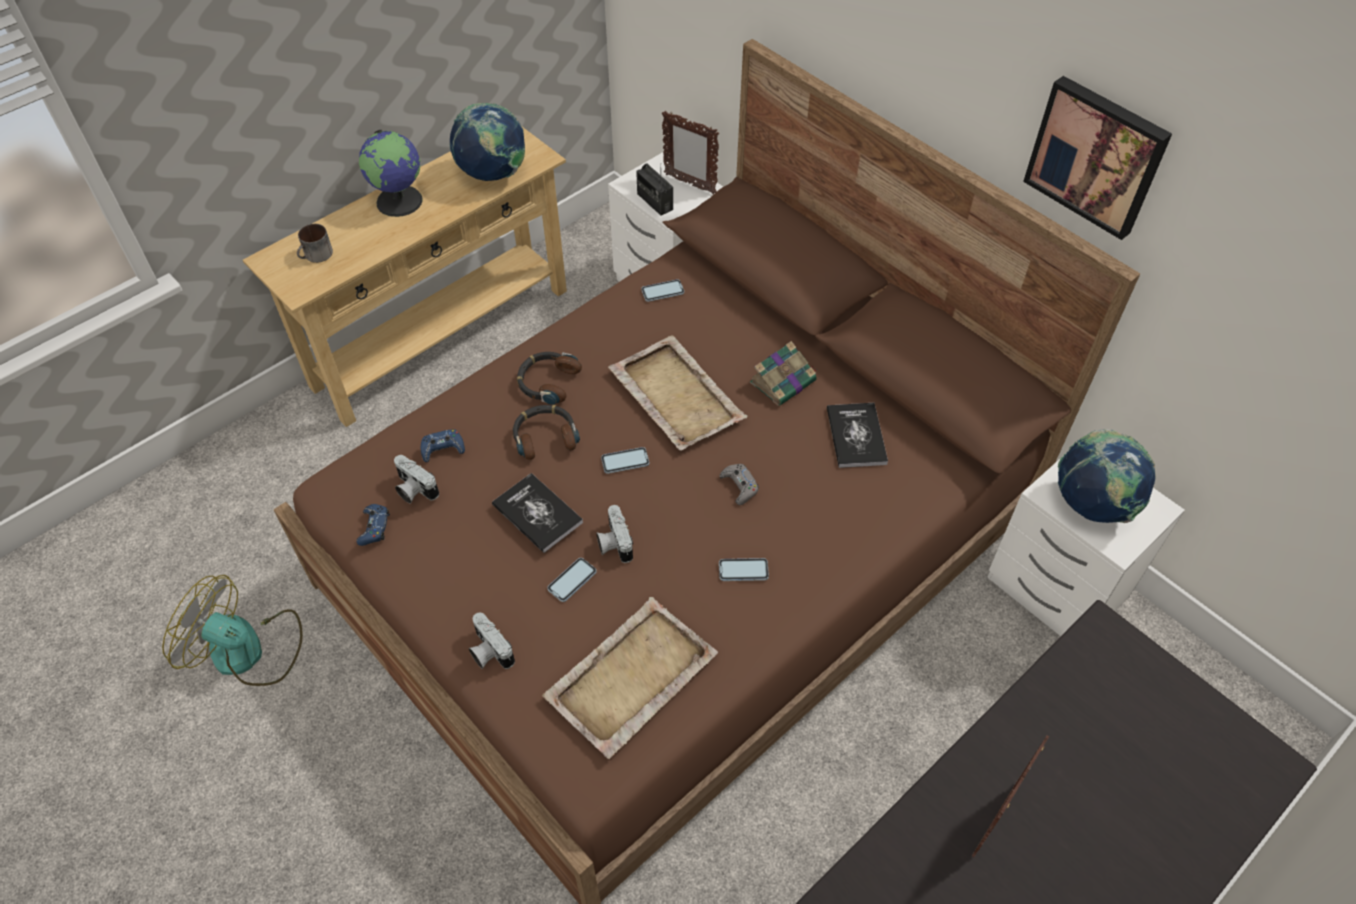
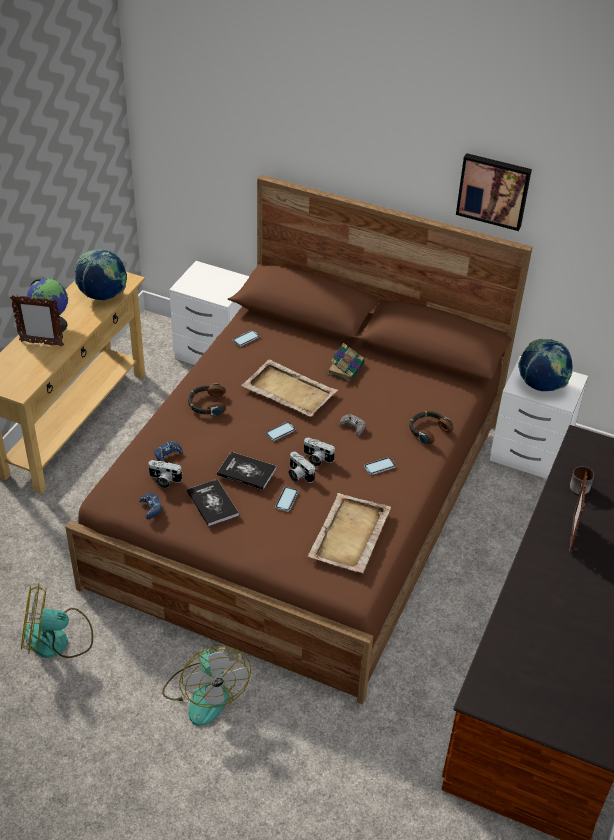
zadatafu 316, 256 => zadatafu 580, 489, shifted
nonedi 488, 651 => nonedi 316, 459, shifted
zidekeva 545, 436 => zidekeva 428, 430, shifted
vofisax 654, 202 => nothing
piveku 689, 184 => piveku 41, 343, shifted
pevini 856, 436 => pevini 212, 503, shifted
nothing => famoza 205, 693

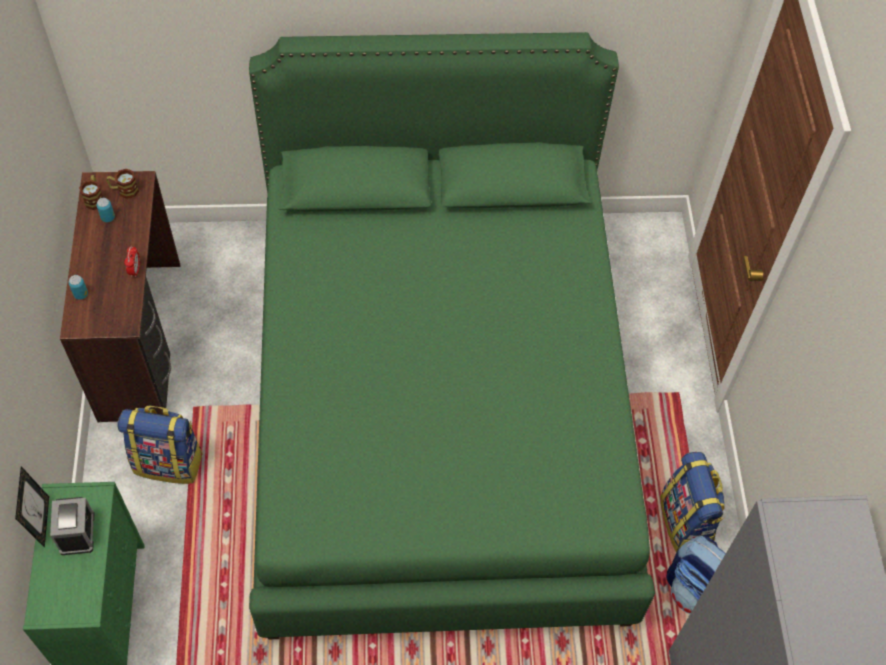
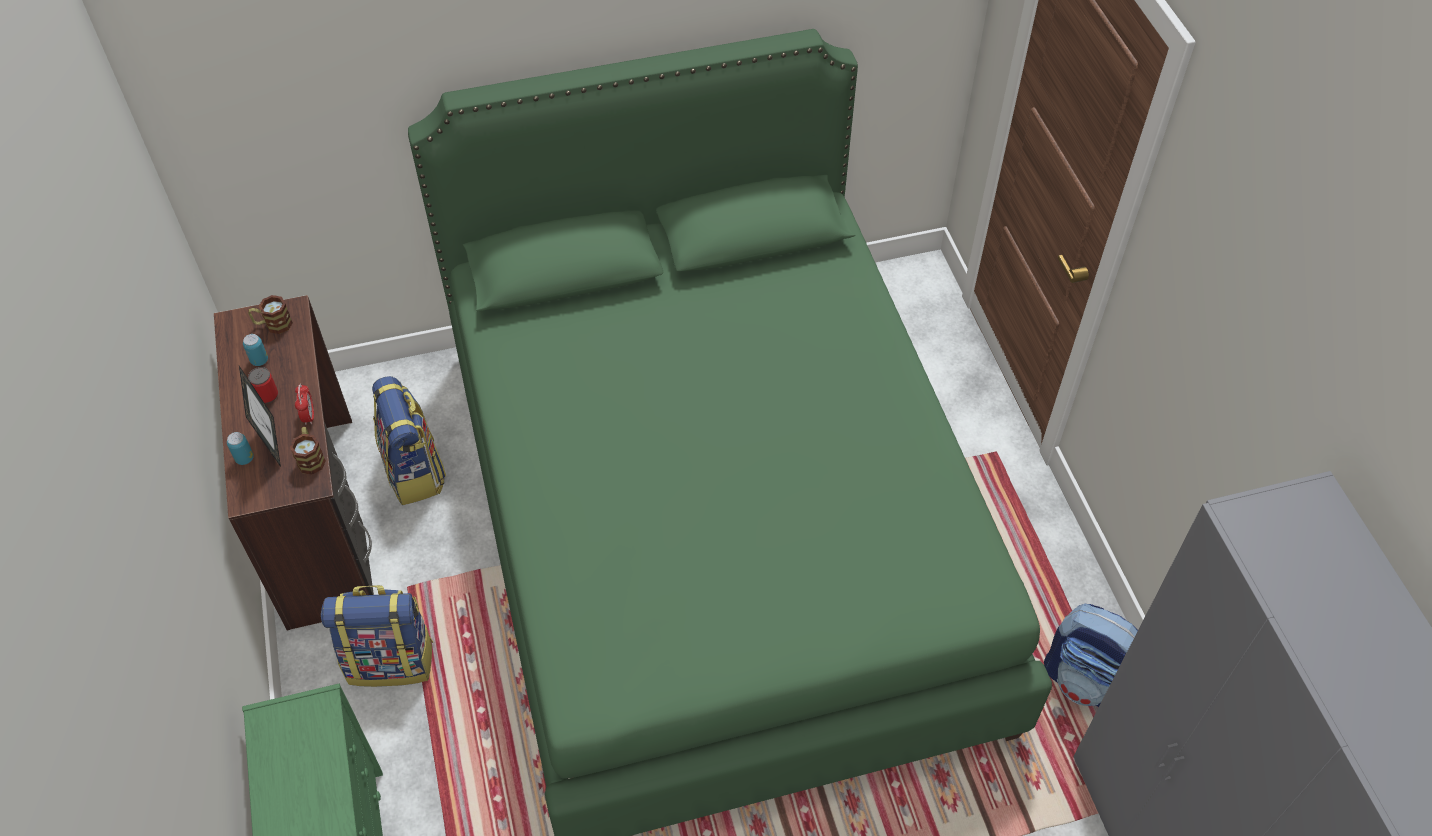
piveku 42, 522 => piveku 271, 442, shifted
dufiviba 77, 532 => nothing
zadatafu 95, 198 => zadatafu 311, 458, shifted
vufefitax 686, 522 => vufefitax 415, 471, shifted
nothing => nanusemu 267, 395

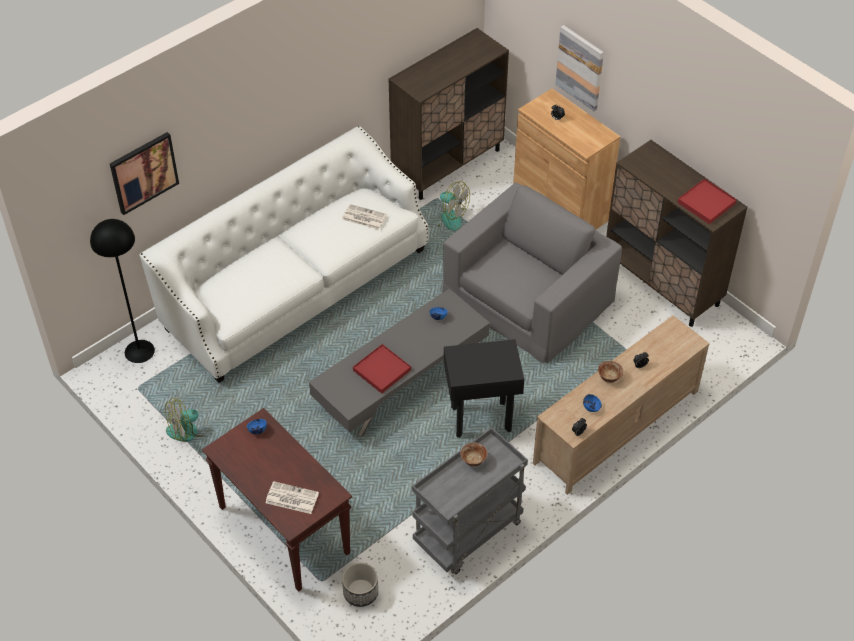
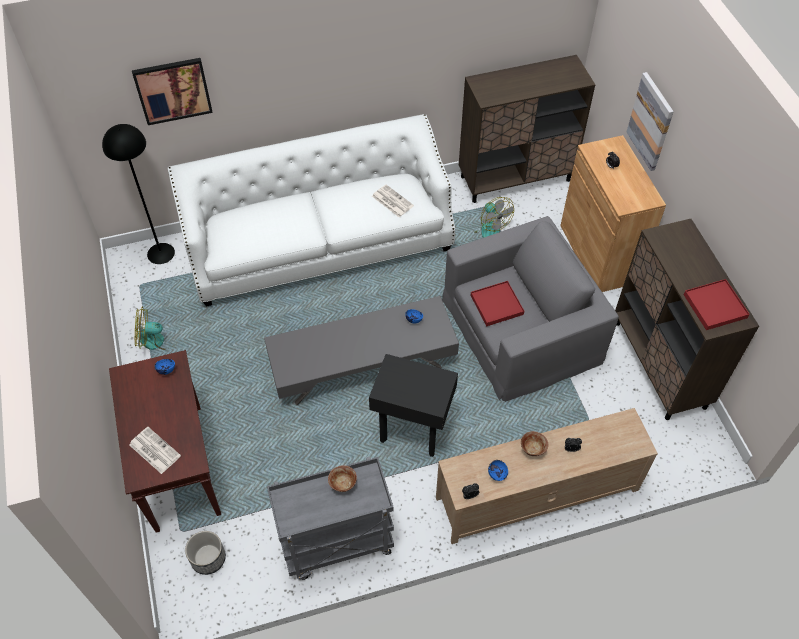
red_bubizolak 381, 370 => red_bubizolak 496, 305, shifted

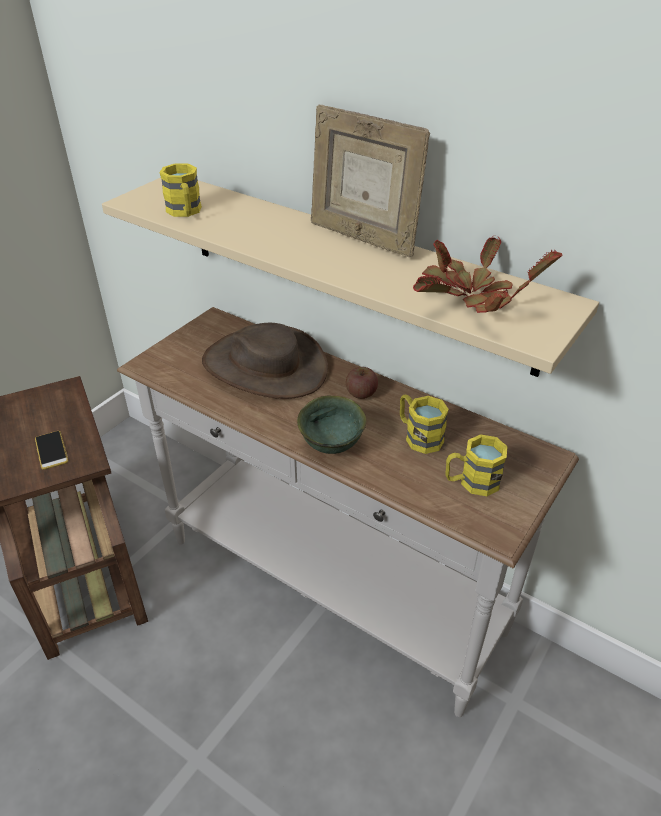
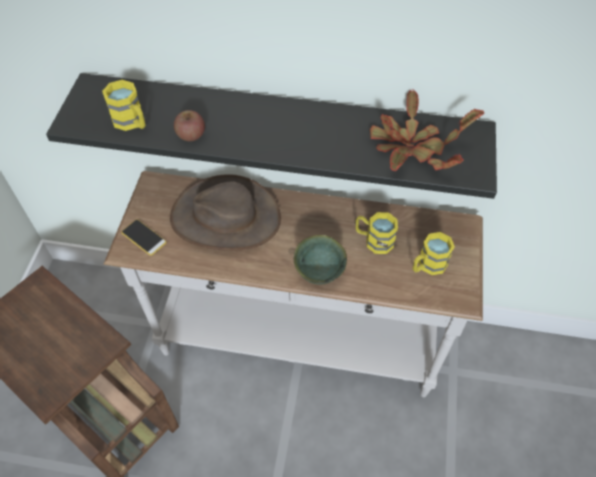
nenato 51, 450 => nenato 144, 237, shifted
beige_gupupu 351, 268 => black_gupupu 281, 125
piveku 362, 238 => nothing
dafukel 361, 393 => dafukel 191, 135, shifted

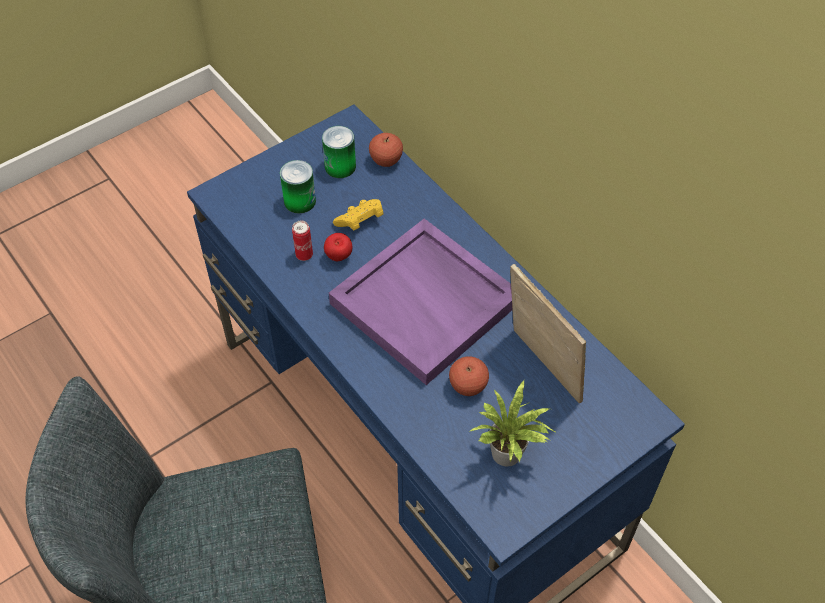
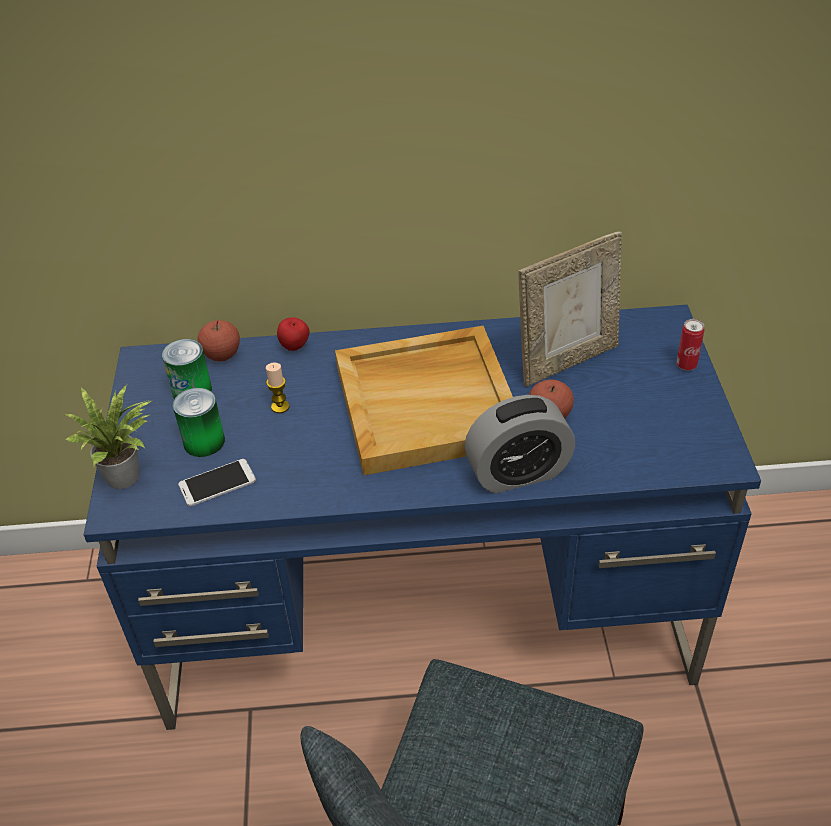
nanusemu 304, 255 => nanusemu 686, 365, shifted
dafukel 339, 257 => dafukel 295, 347, shifted
purple_bubizolak 427, 303 => beige_bubizolak 428, 403
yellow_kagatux 360, 221 => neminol 280, 407
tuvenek 509, 456 => tuvenek 127, 476, shifted
piveku 541, 368 => piveku 567, 360, 150 degrees clockwise
nothing => nenato 217, 483
nothing => dufiviba 518, 473

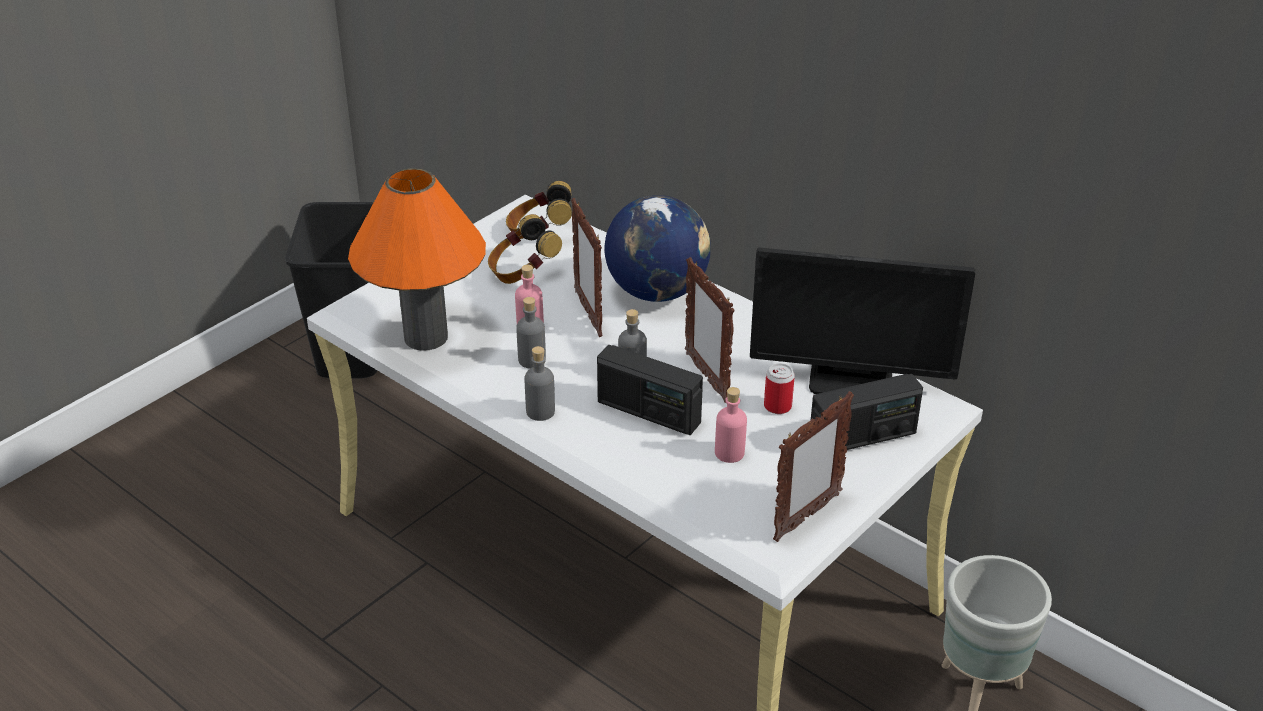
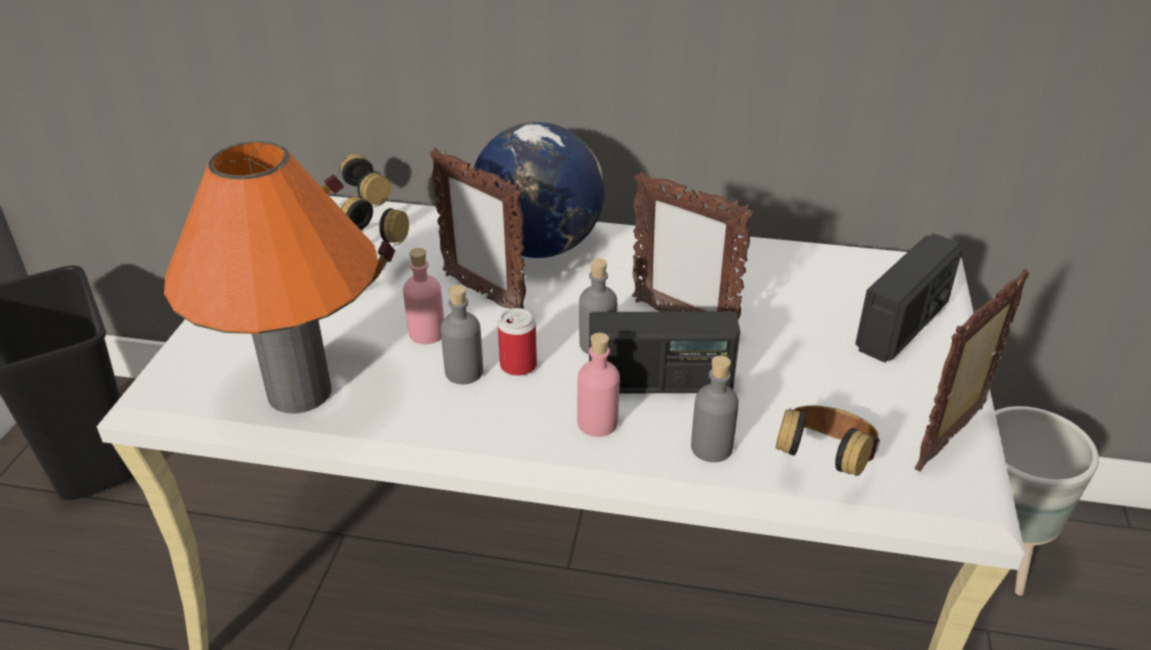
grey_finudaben 540, 411 => grey_finudaben 711, 447, shifted
pink_finudaben 729, 453 => pink_finudaben 597, 423, shifted
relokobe 851, 381 => nothing
nanusemu 777, 406 => nanusemu 518, 365, shifted
piveku 806, 517 => piveku 951, 438, 150 degrees counterclockwise
nothing => zidekeva 823, 464

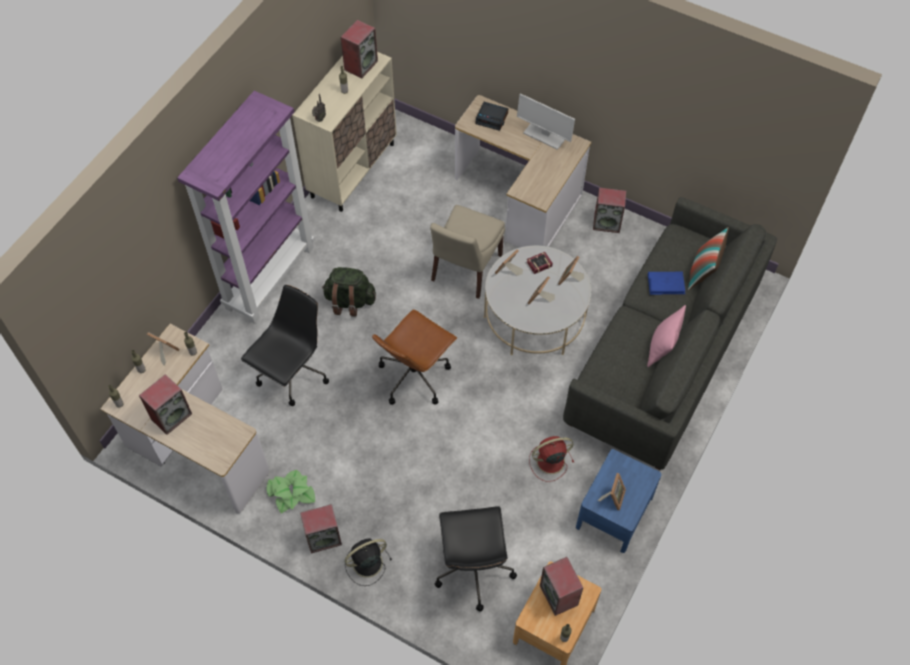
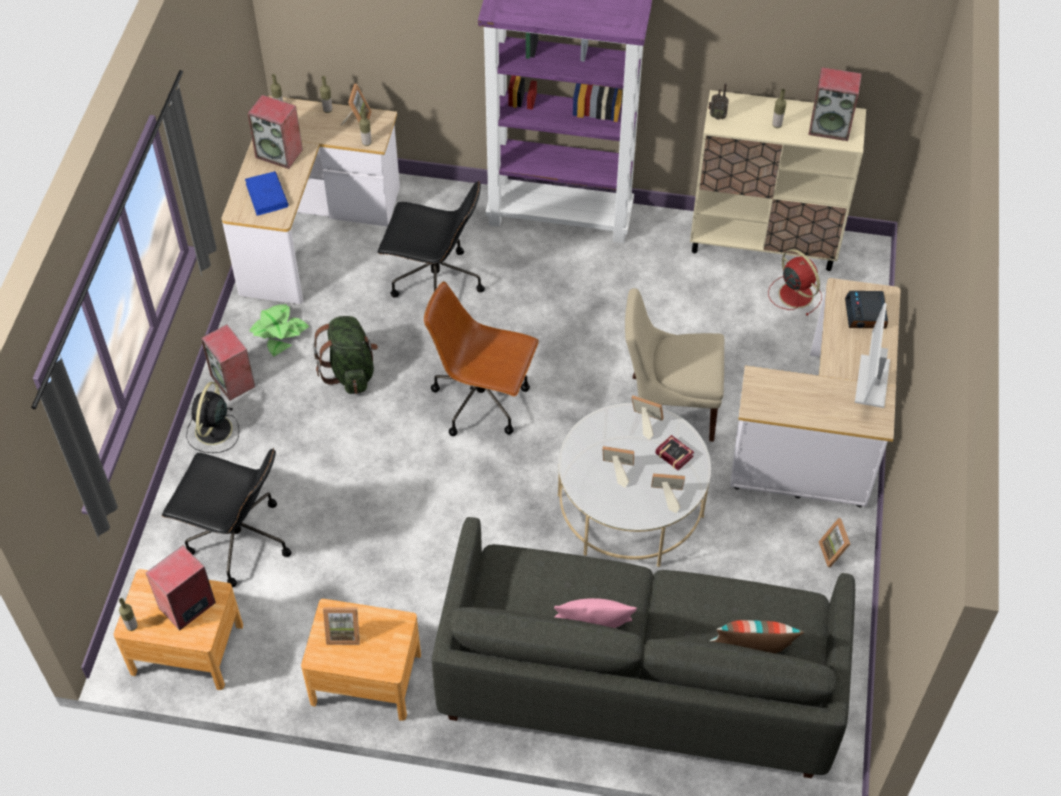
green_vufefitax 350, 301 => green_vufefitax 350, 371, shifted
black_famoza 366, 563 => black_famoza 213, 431, 120 degrees counterclockwise
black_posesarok 473, 569 => black_posesarok 238, 540, 135 degrees counterclockwise
red_famoza 549, 461 => red_famoza 794, 294, shifted
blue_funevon 614, 512 => brown_funevon 366, 678
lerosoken 607, 223 => piveku 835, 552
blue_pevini 666, 284 => blue_pevini 267, 195, shifted

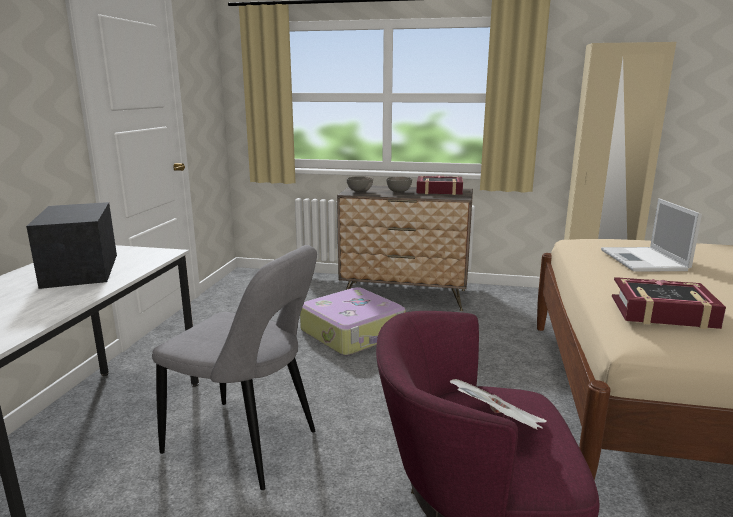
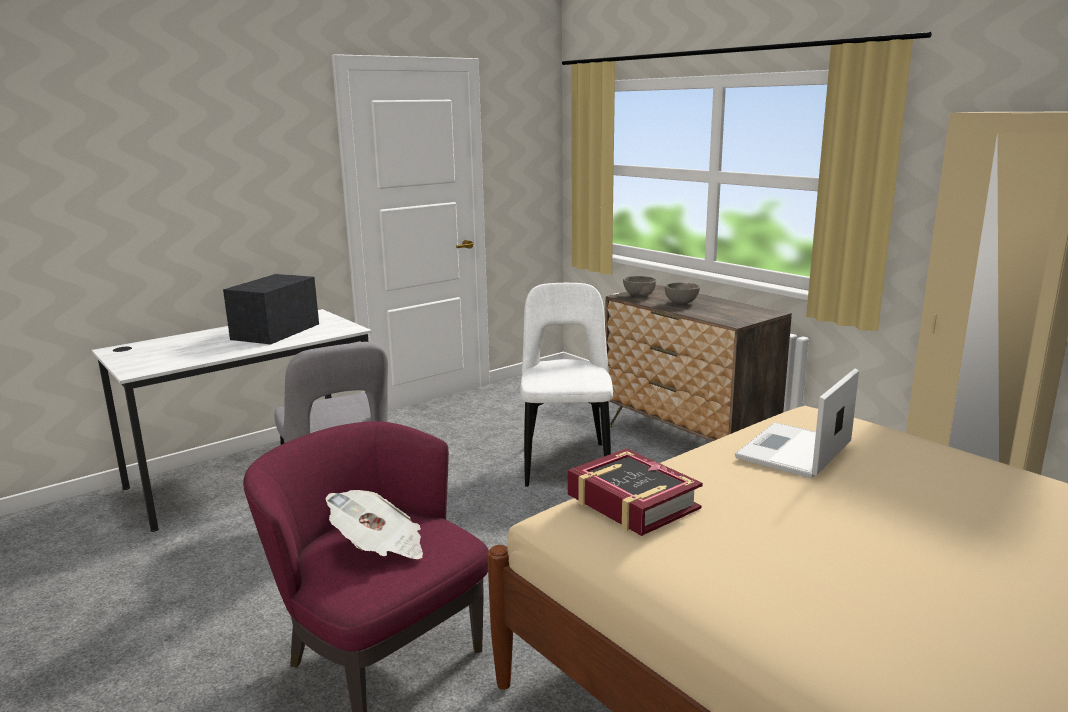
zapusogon 353, 333 => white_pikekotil 566, 462
pevini 439, 191 => nothing

